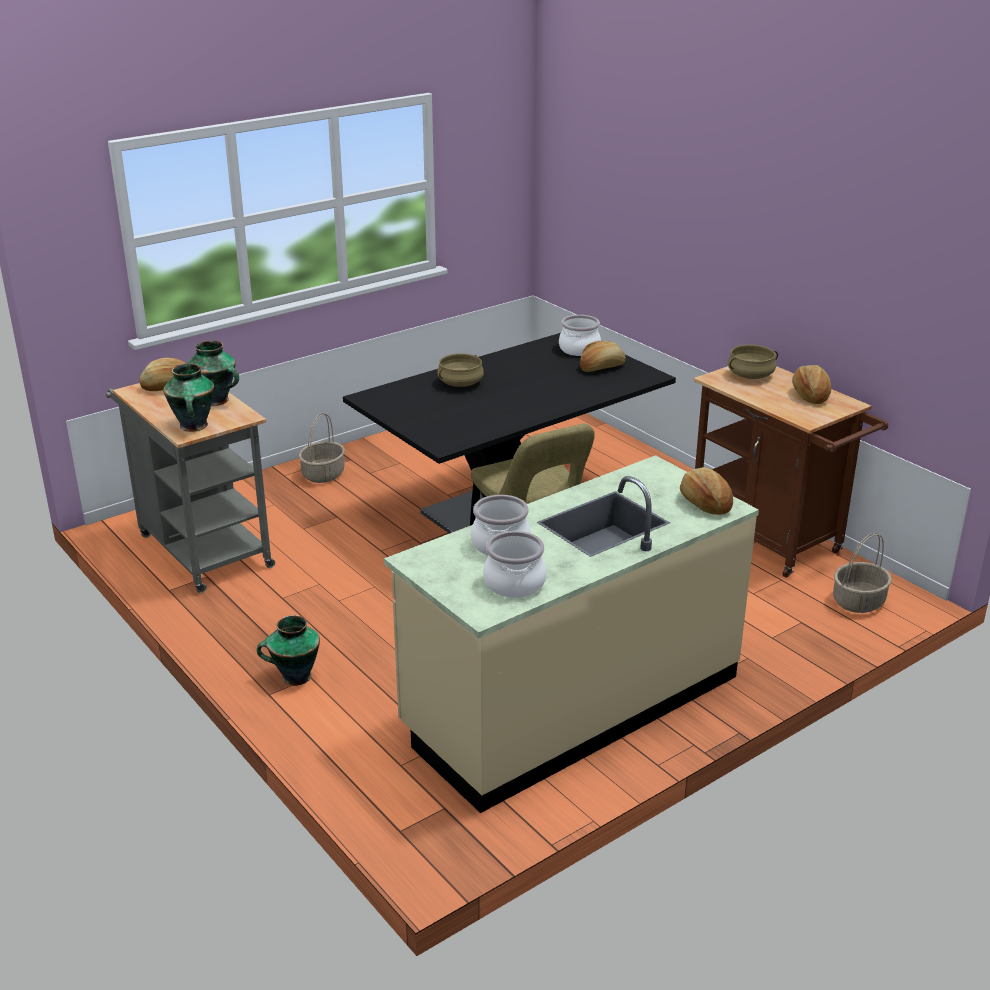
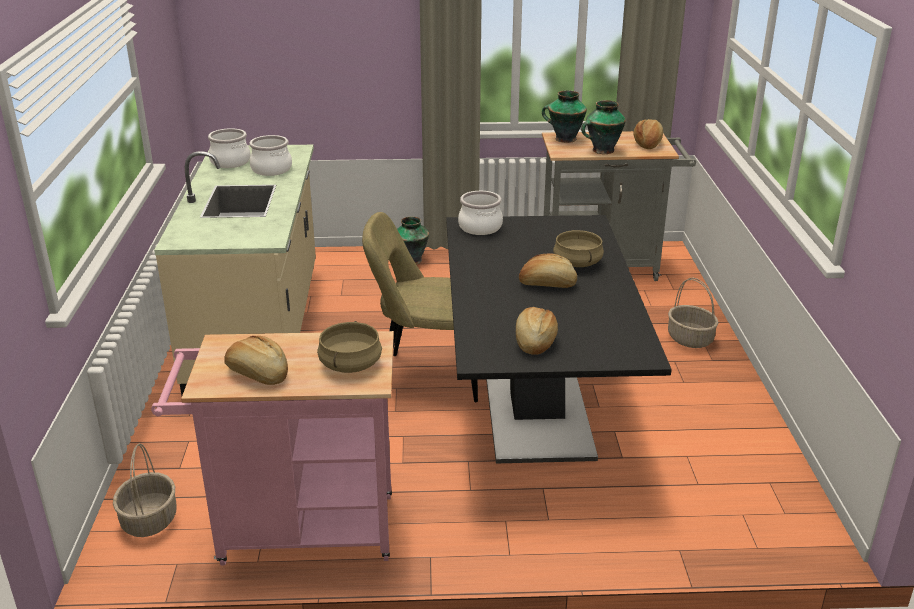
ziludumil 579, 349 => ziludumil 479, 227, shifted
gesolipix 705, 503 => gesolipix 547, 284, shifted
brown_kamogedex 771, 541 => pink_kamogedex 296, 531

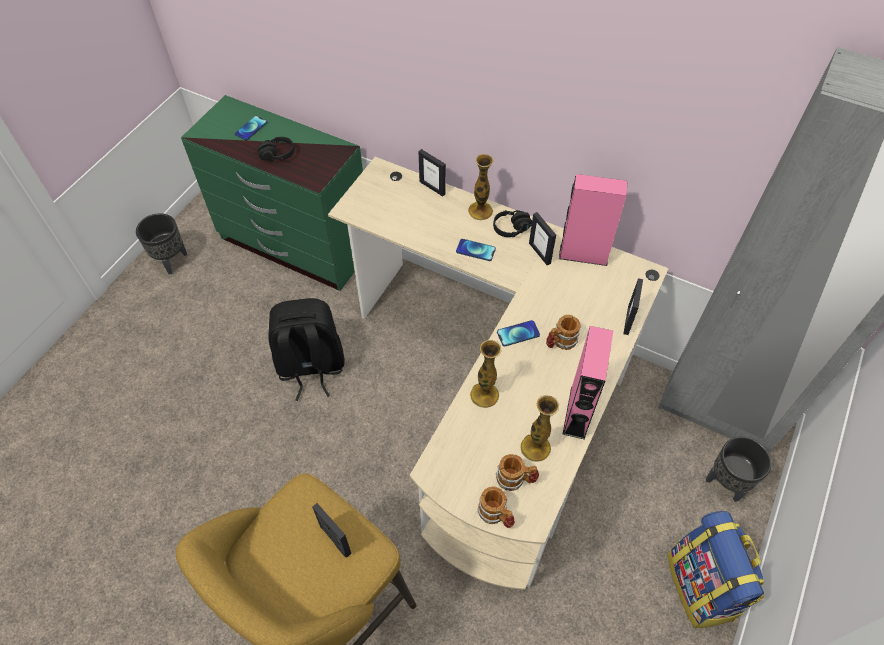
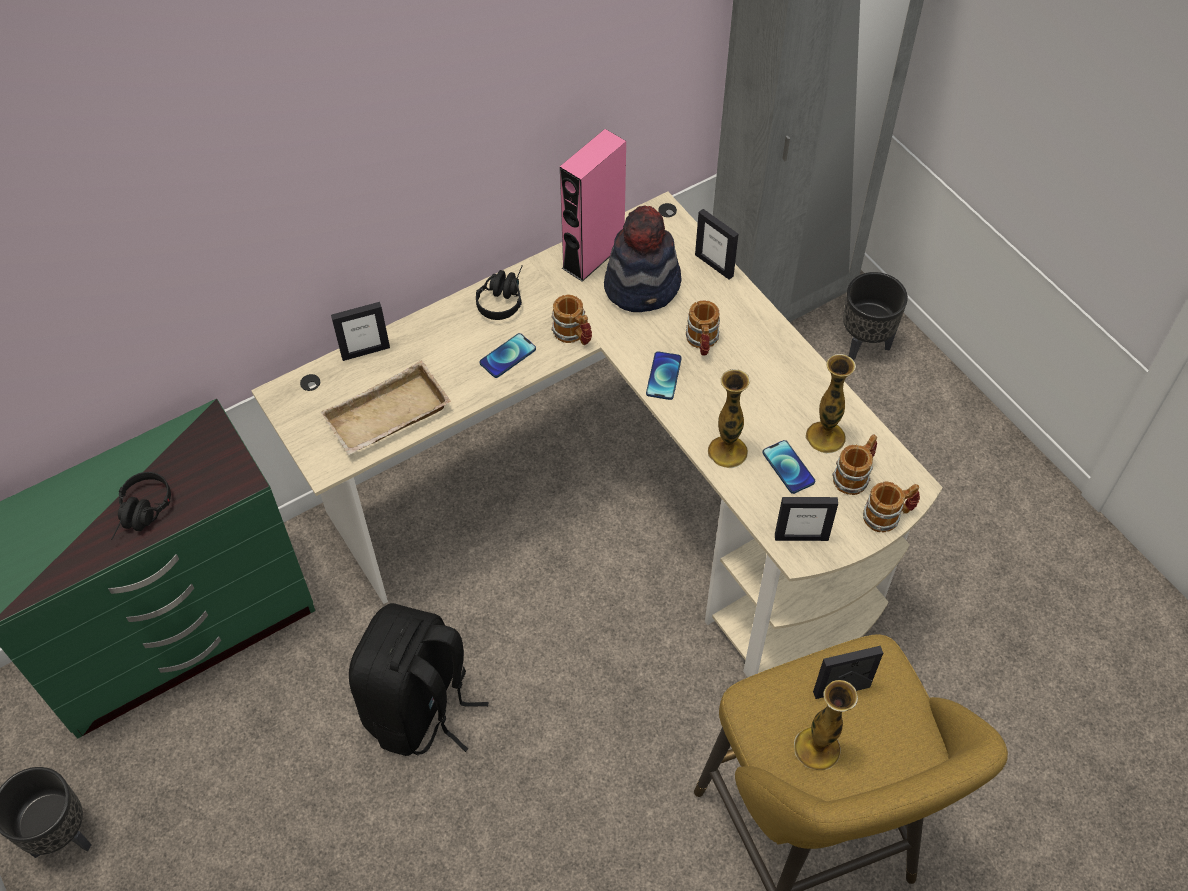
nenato 251, 128 => nenato 788, 467, shifted
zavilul 480, 211 => zavilul 817, 748, shifted
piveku 540, 253 => piveku 801, 537, shifted
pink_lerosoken 577, 412 => nothing
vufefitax 702, 586 => nothing
nothing => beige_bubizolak 388, 418
nothing => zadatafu 573, 335
nothing => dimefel 643, 285

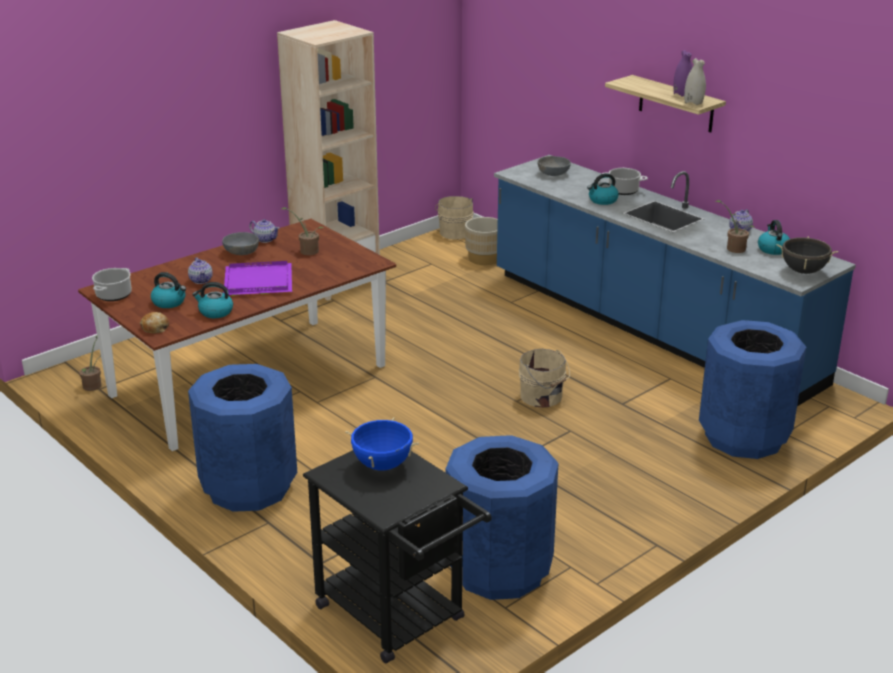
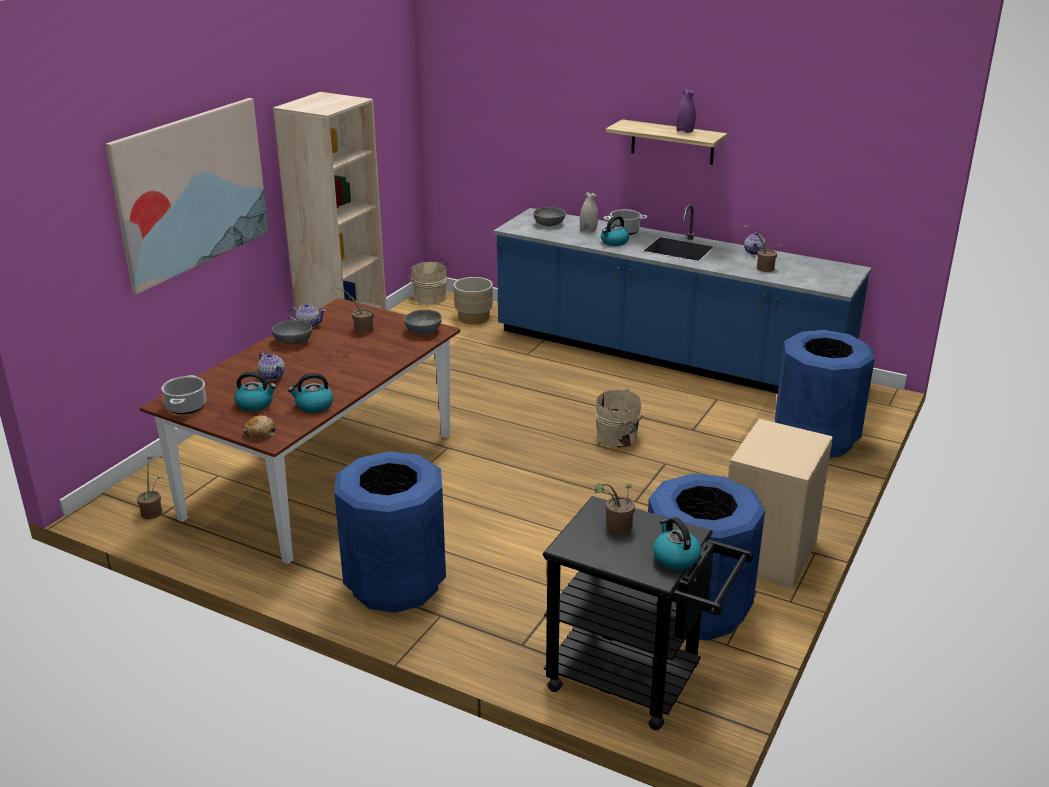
purple_bubizolak 259, 281 => nothing
blue_ziludumil 382, 465 => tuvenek 615, 527
white_zavilul 693, 103 => white_zavilul 588, 230, shifted
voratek 773, 249 => voratek 675, 557, shifted
black_ziludumil 803, 271 => nothing
nothing => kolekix 192, 191
nothing => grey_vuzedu 423, 331
nothing => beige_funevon 767, 553

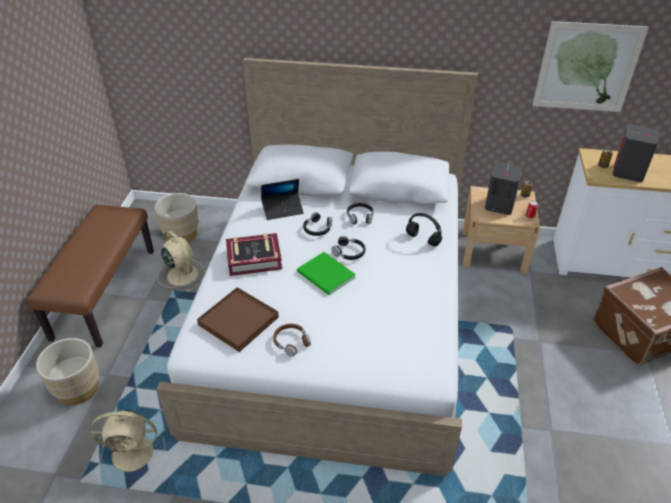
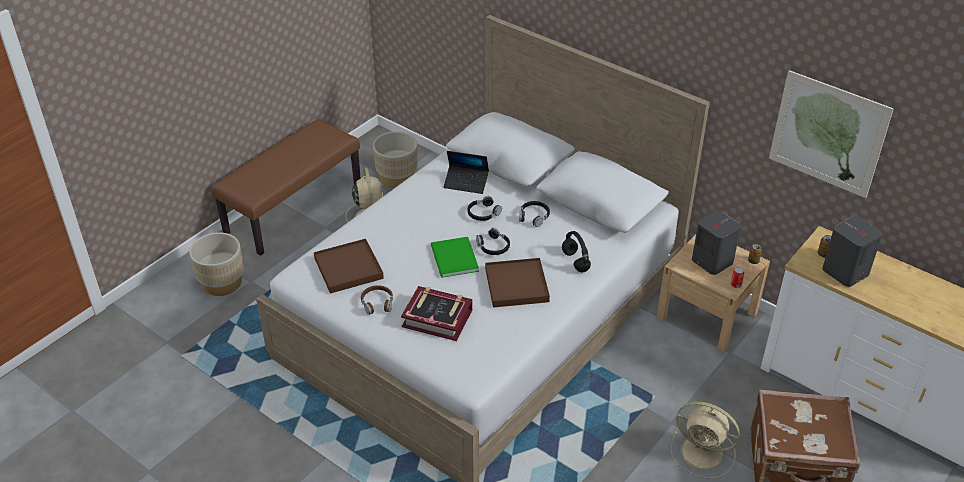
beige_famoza 134, 453 => beige_famoza 704, 453, shifted
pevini 254, 258 => pevini 437, 318, shifted
nothing => brown_bubizolak 517, 285

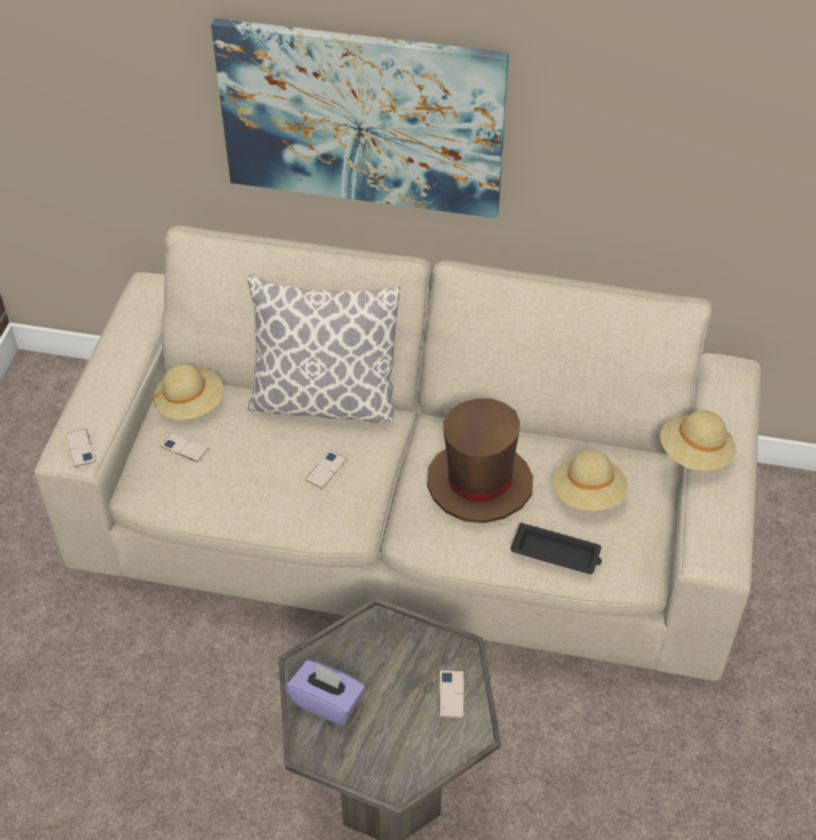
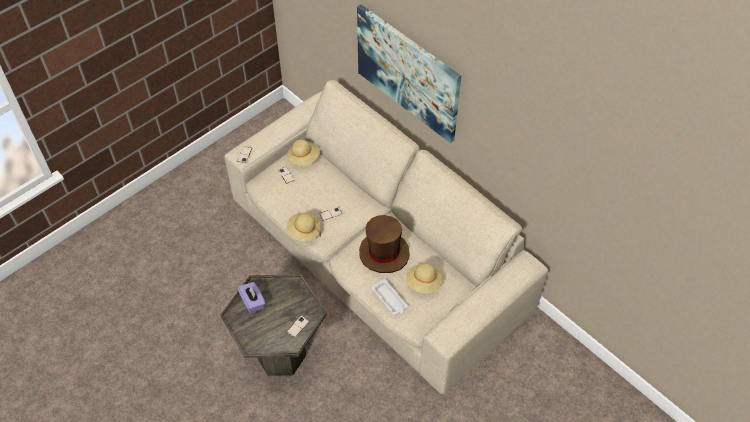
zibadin 324, 400 => nothing
black_bubizolak 557, 553 => white_bubizolak 389, 299
beige_dimefel 694, 455 => beige_dimefel 304, 232, shifted

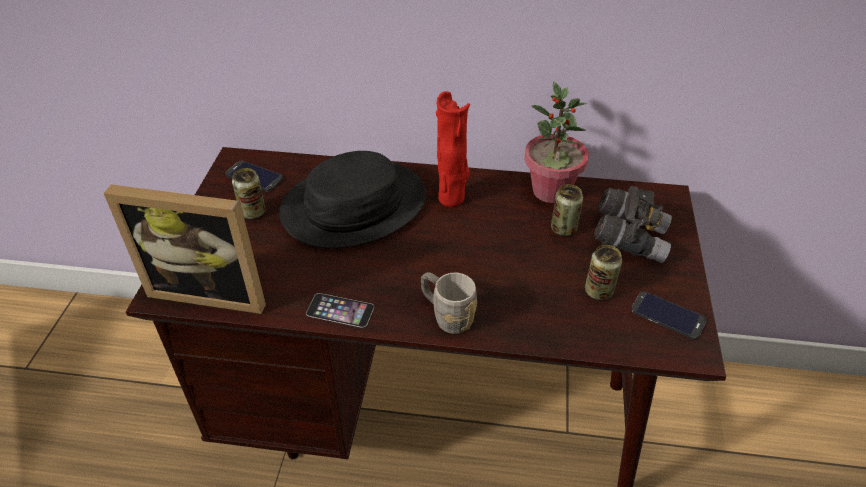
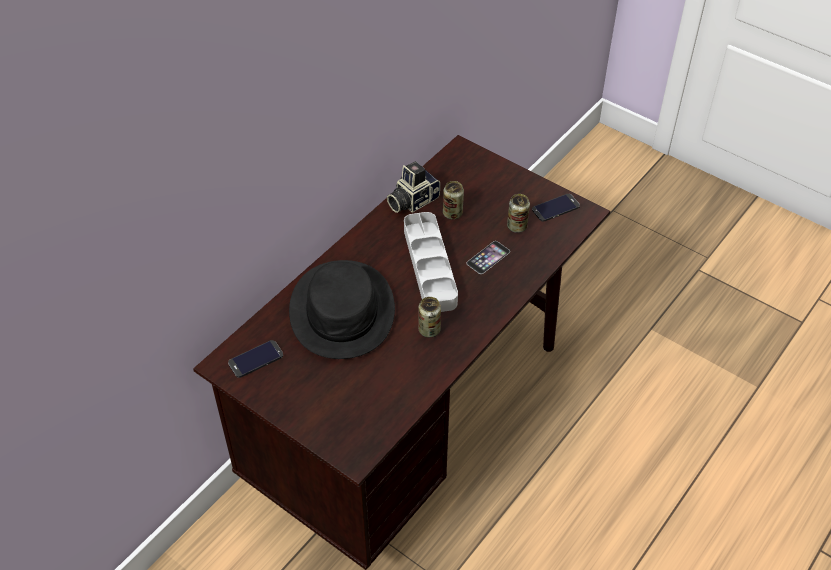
piveku 212, 290 => nothing
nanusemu 253, 212 => nanusemu 429, 330, shifted
nenato 340, 310 => nenato 488, 257, shifted
grey_zadatafu 447, 316 => nothing
red_zavilul 452, 198 => nothing
tuvenek 550, 191 => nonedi 412, 200
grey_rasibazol 628, 239 => nothing
nothing => grey_bubizolak 429, 266

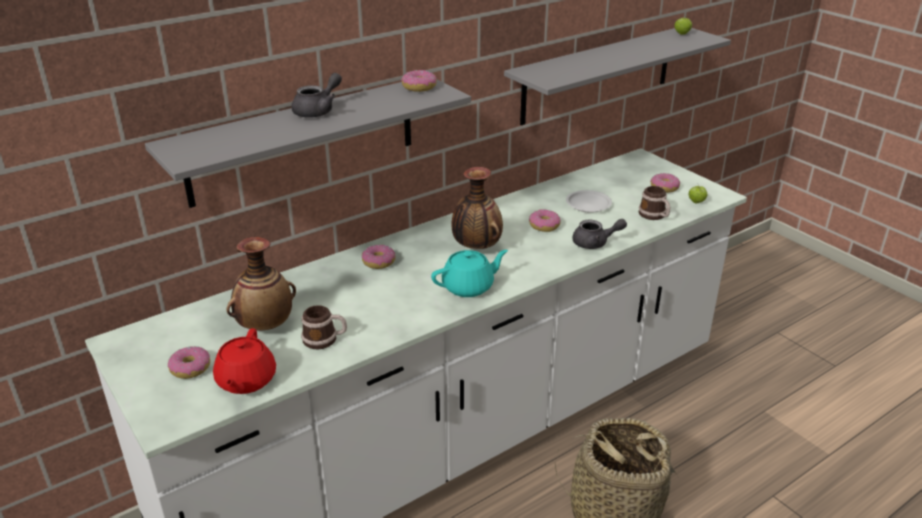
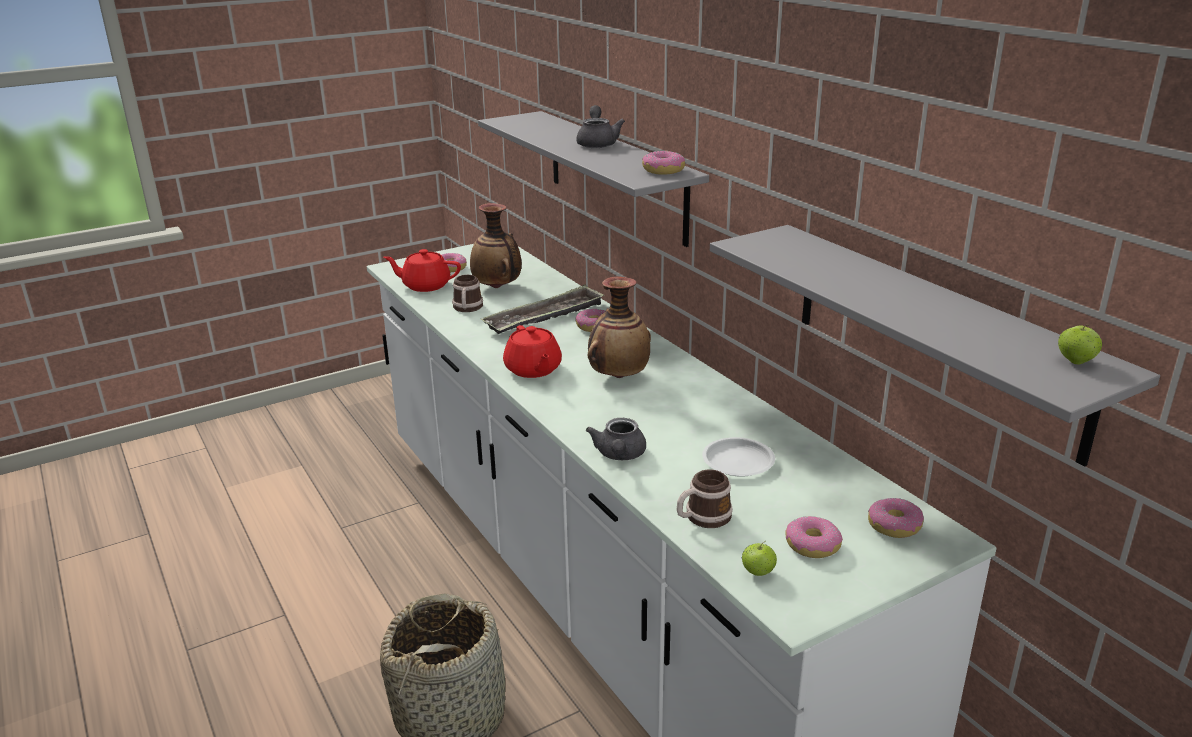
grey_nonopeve 318, 111 => grey_nonopeve 597, 143, 135 degrees counterclockwise
turquoise_nonopeve 469, 287 => red_nonopeve 533, 370
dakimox 544, 226 => dakimox 894, 525, shifted
nothing => bubizolak 545, 317

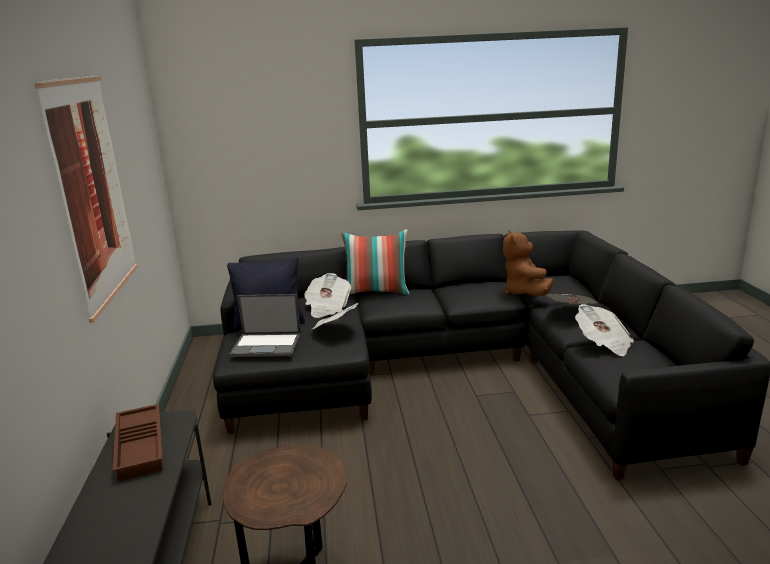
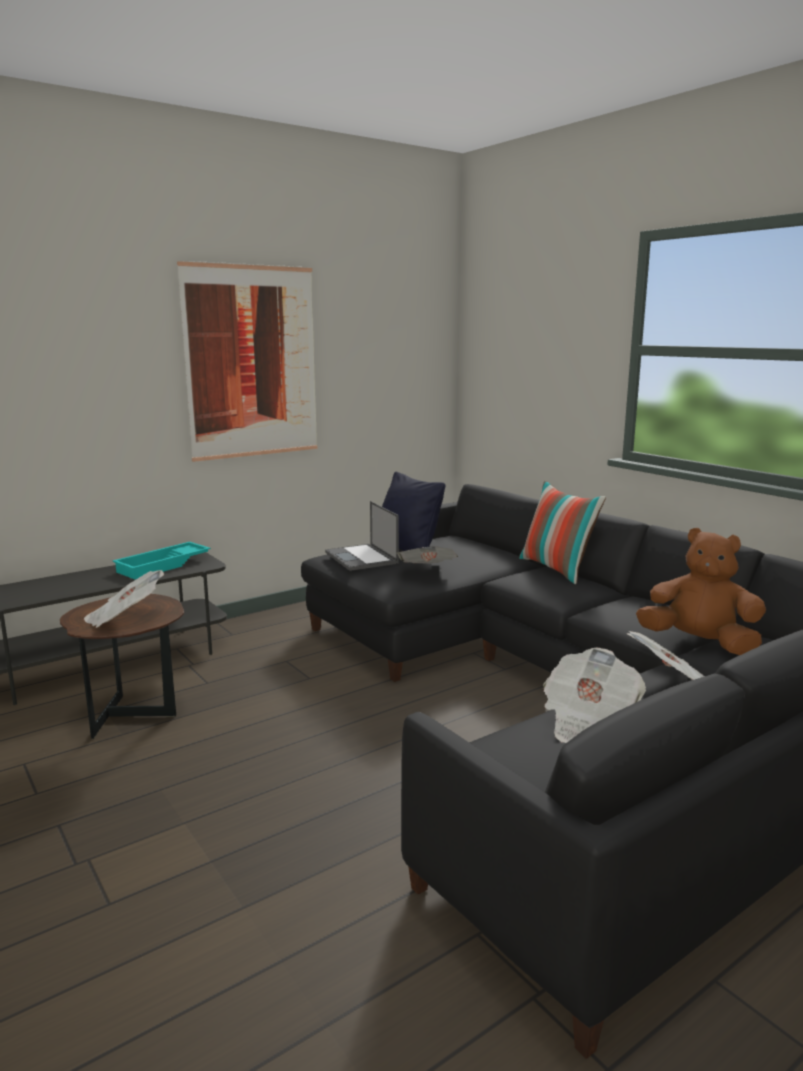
brown_bubizolak 142, 446 => turquoise_bubizolak 163, 566
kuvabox 327, 308 => kuvabox 125, 618, shifted
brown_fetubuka 524, 293 => brown_fetubuka 699, 643, 60 degrees clockwise

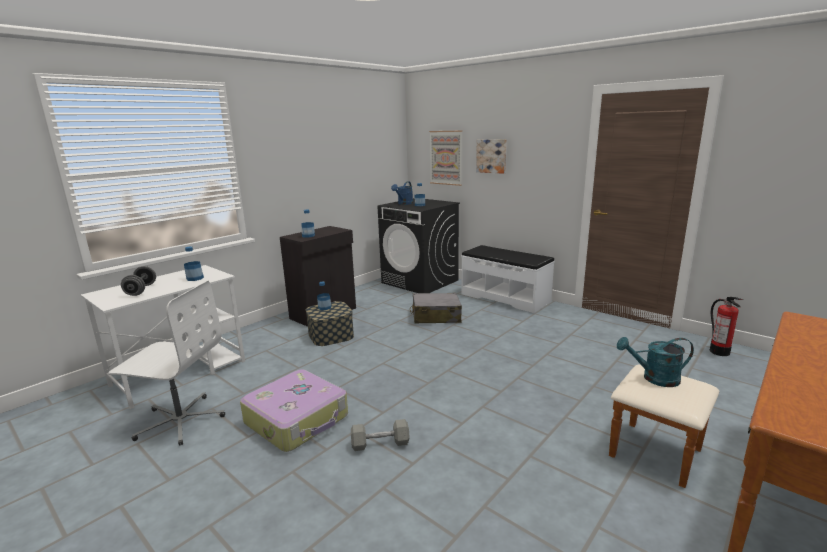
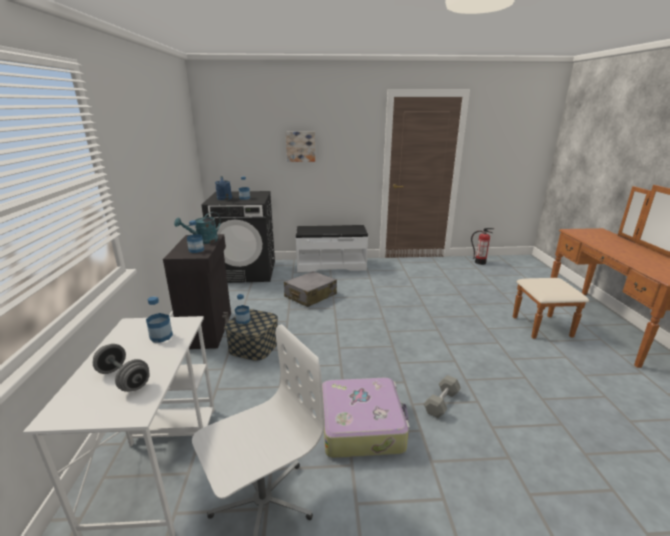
kolekix 446, 158 => nothing
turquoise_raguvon 654, 378 => turquoise_raguvon 203, 241, shifted

